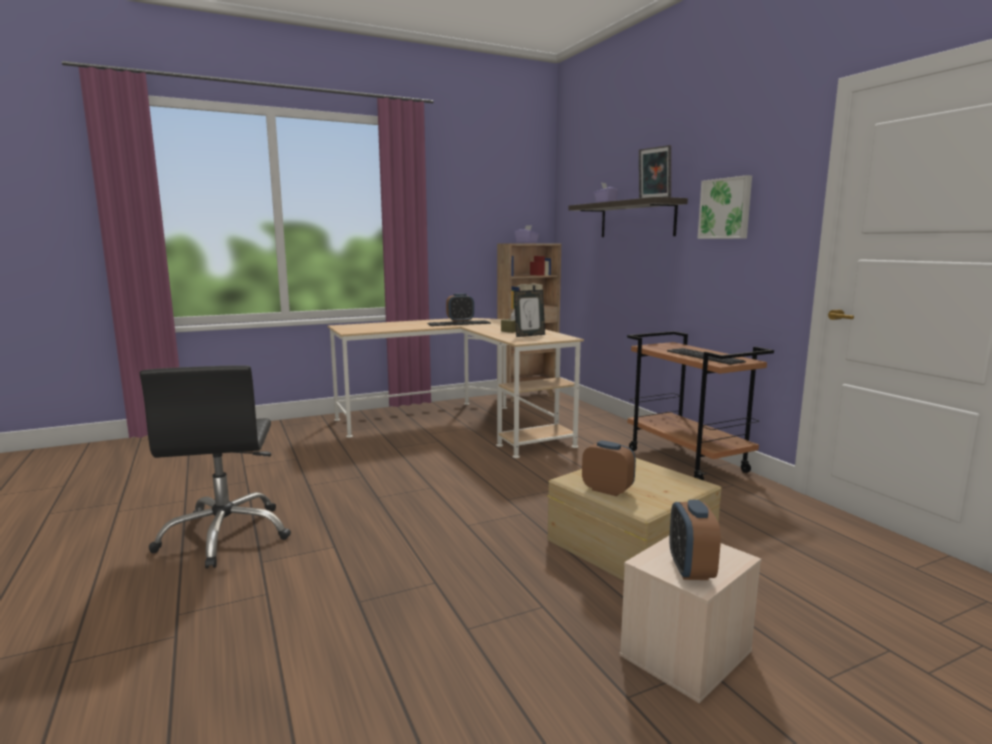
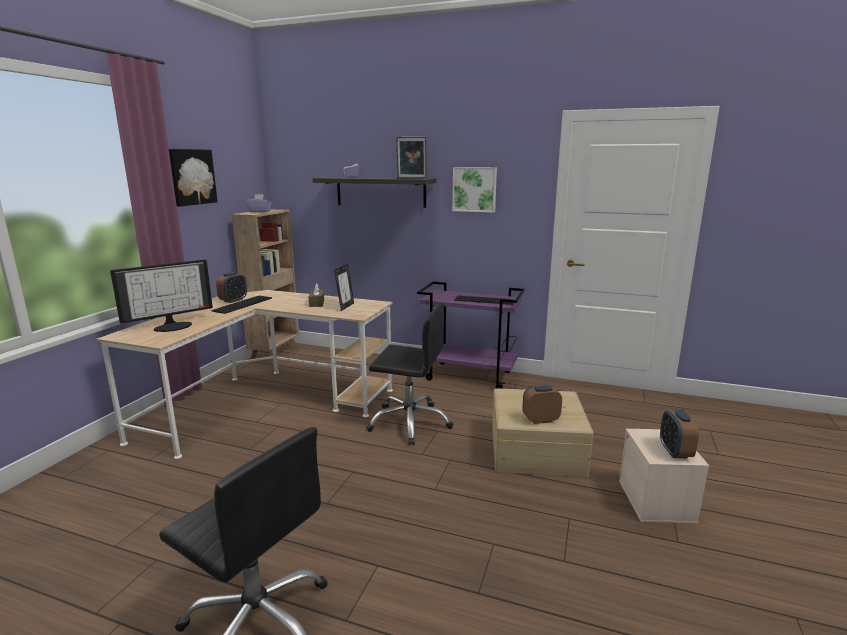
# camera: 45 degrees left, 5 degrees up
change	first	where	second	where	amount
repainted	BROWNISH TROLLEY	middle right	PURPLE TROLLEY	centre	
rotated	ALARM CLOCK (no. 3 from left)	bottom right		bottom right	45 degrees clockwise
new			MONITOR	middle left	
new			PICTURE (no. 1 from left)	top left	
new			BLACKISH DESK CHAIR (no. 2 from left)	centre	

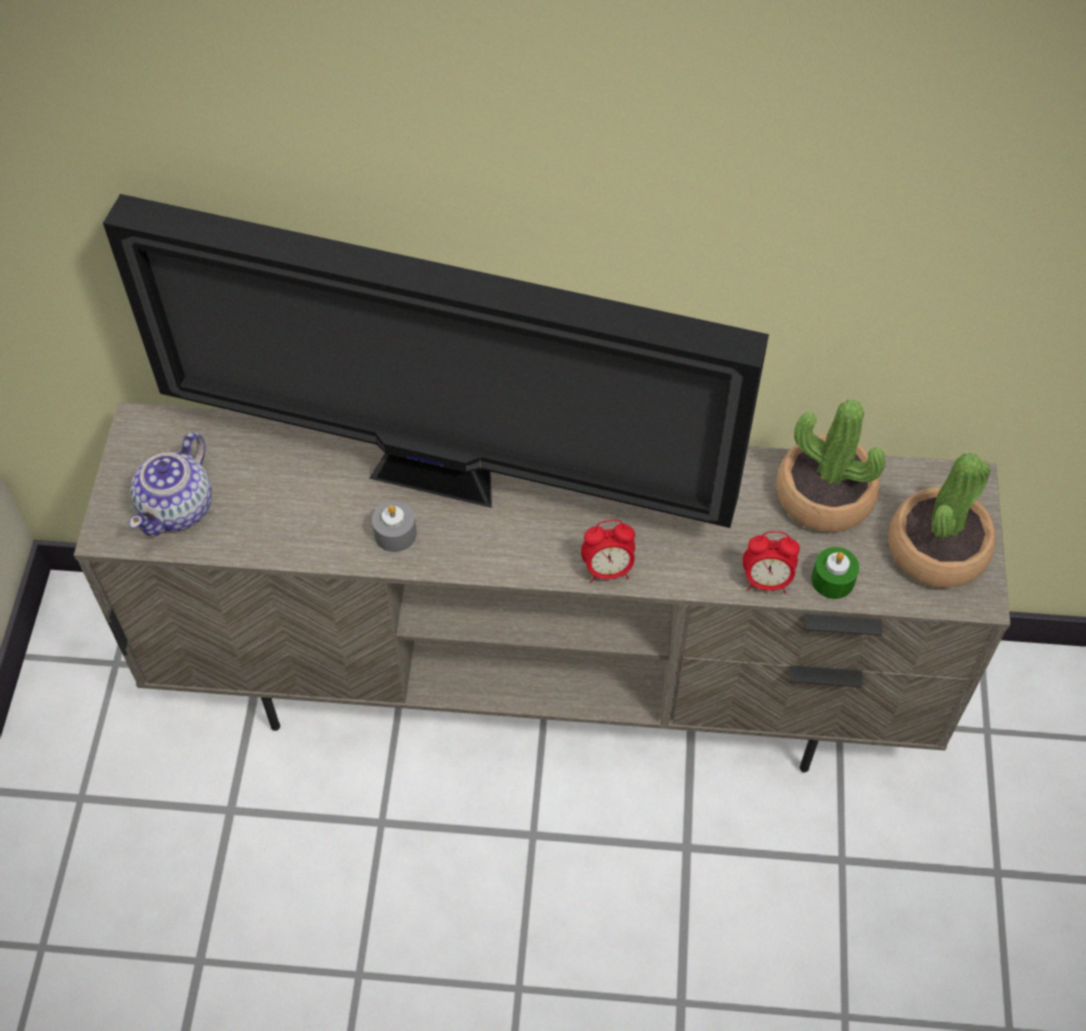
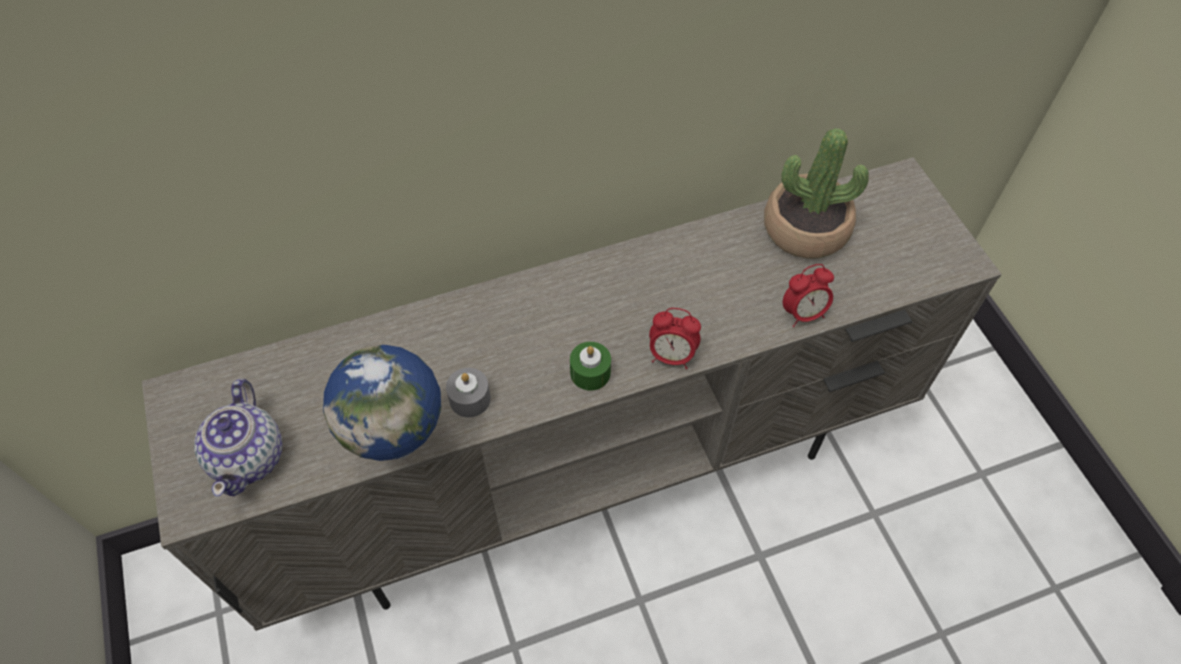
# camera: 25 degrees left, 0 degrees up
change	first	where	second	where	amount
gone	TV SET	centre			
rotated	ALARM CLOCK (no. 1 from left)	centre		centre	45 degrees clockwise
shifted	GREEN-COLOURED WAX CANDLE	middle right		centre	
gone	HOUSEPLANT (no. 2 from left)	middle right			
new			GLOBE	middle left	

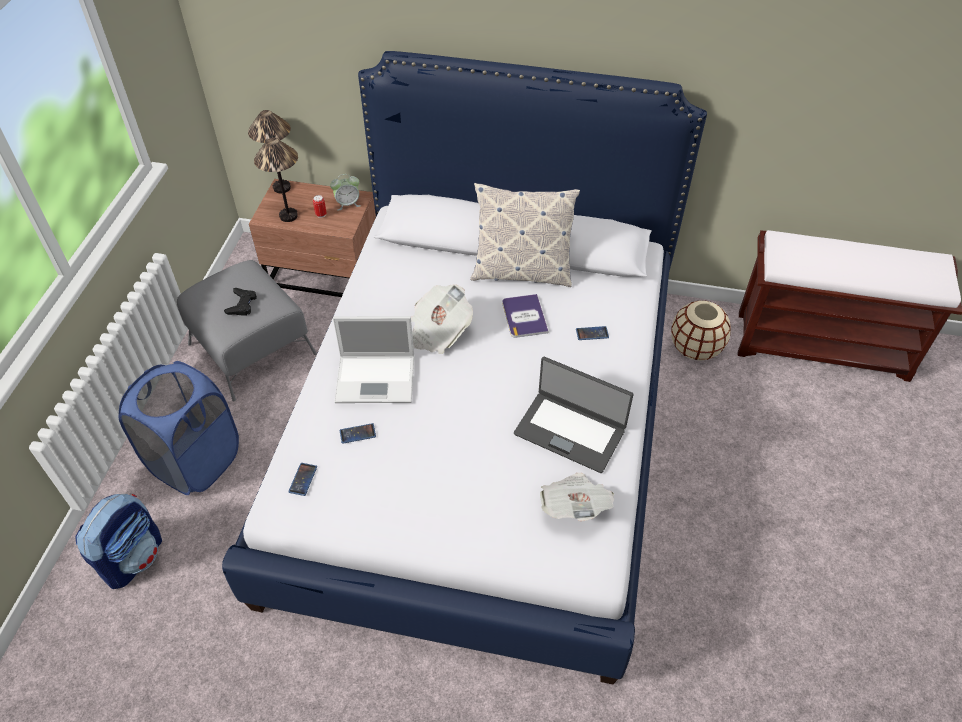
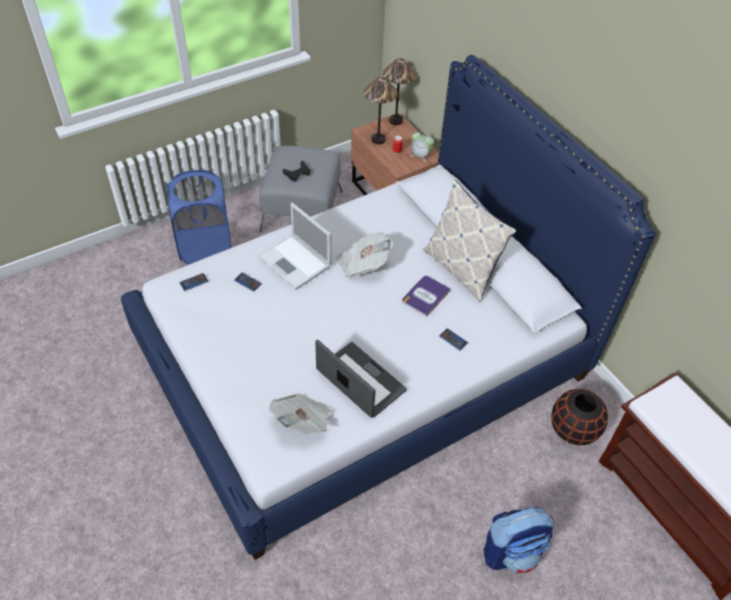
# camera: 45 degrees right, 0 degrees up
change	first	where	second	where	amount
shifted	BACKPACK	bottom left		bottom right	
rotated	NOTEBOOK COMPUTER (no. 2 from left)	centre		centre	150 degrees clockwise
repainted	SAND-COLOURED FLOWER VASE	middle right	BLACKISH FLOWER VASE	bottom right	

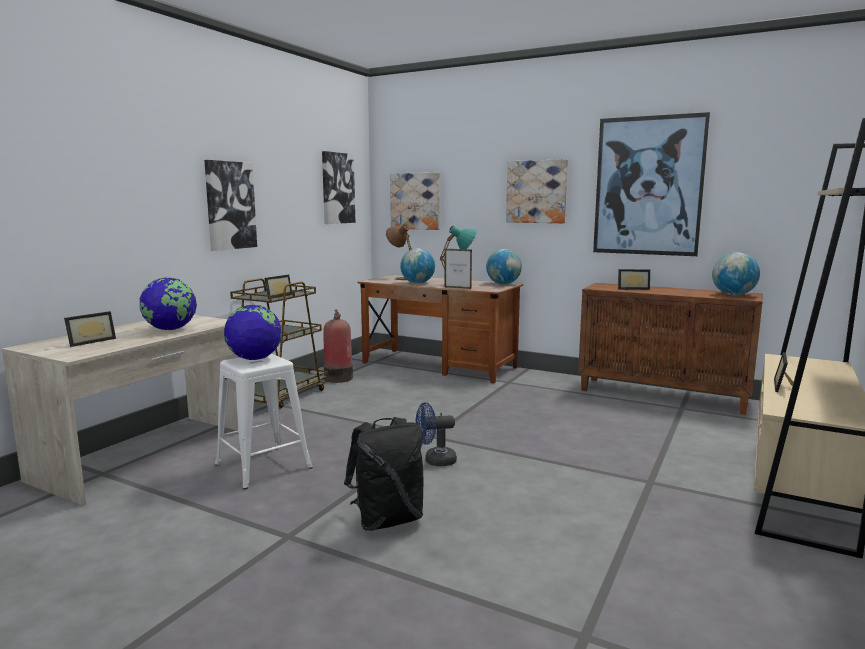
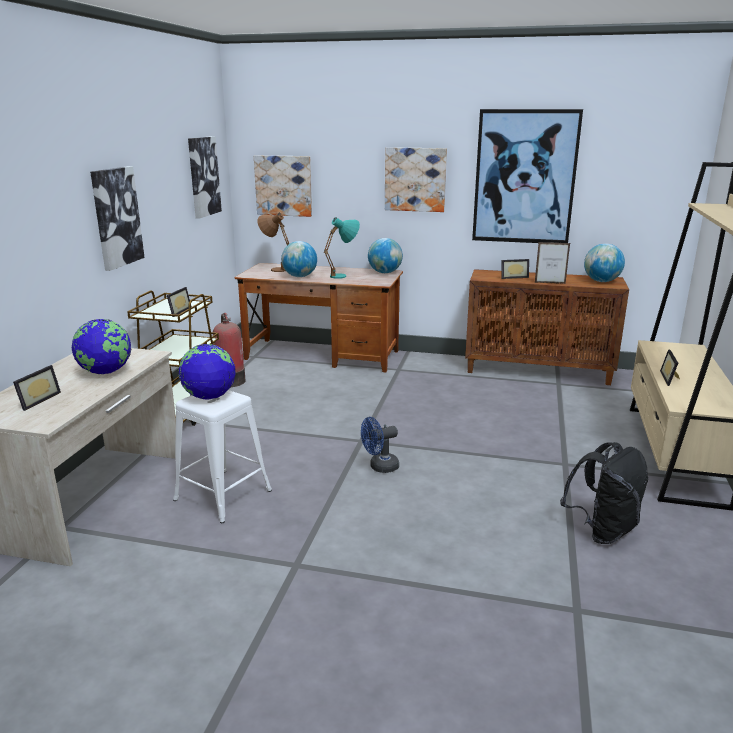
# camera: 15 degrees left, 10 degrees up
change	first	where	second	where	amount
shifted	BLACKISH BACKPACK	bottom centre		bottom right	
shifted	PICTURE FRAME (no. 3 from left in the first image)	centre	PICTURE FRAME (no. 4 from left)	middle right	

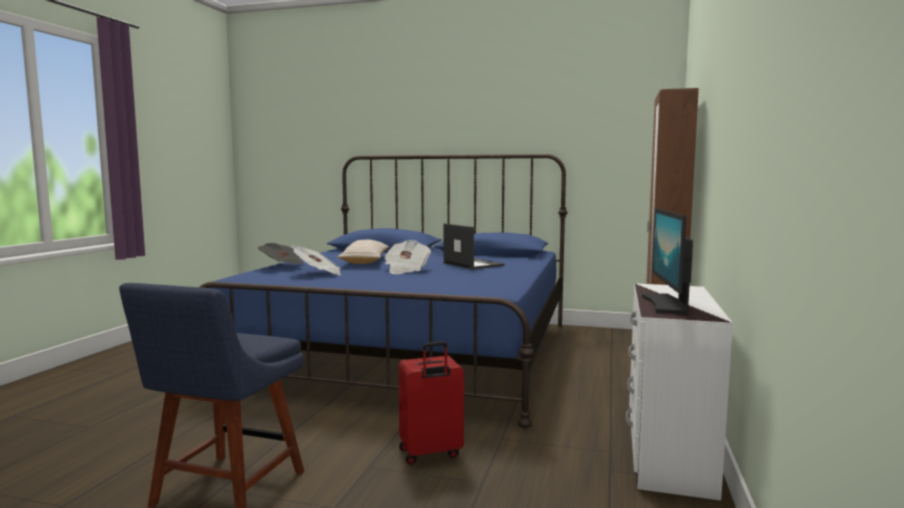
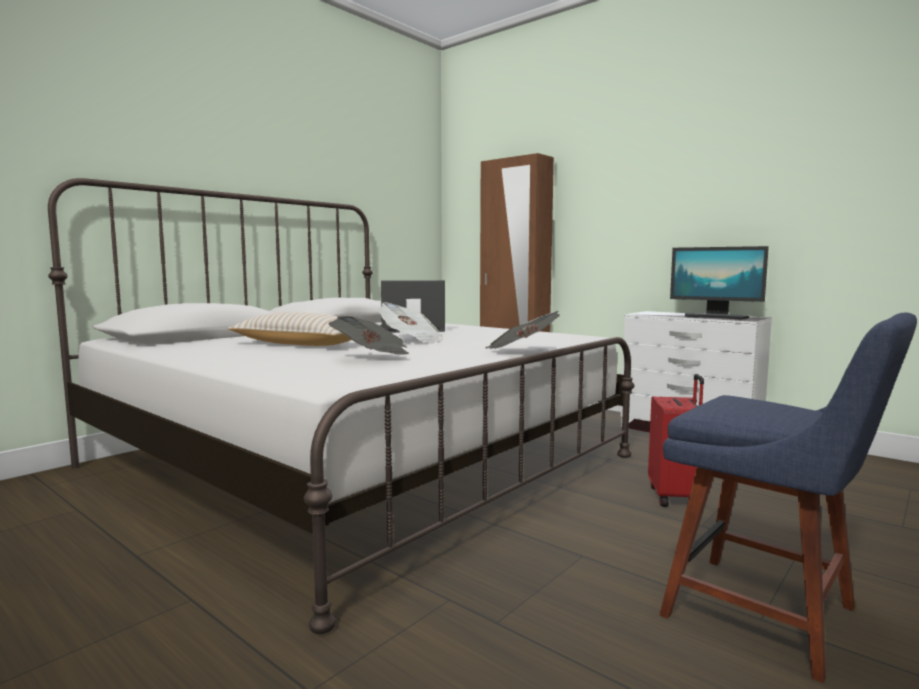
# camera: 65 degrees left, 0 degrees up
change	first	where	second	where	amount
repainted	BLUISH BEDROOM BED	centre	WHITE BEDROOM BED	centre	
shifted	NEWSPAPER (no. 1 from left in the first image)	middle left	NEWSPAPER (no. 3 from left)	centre	

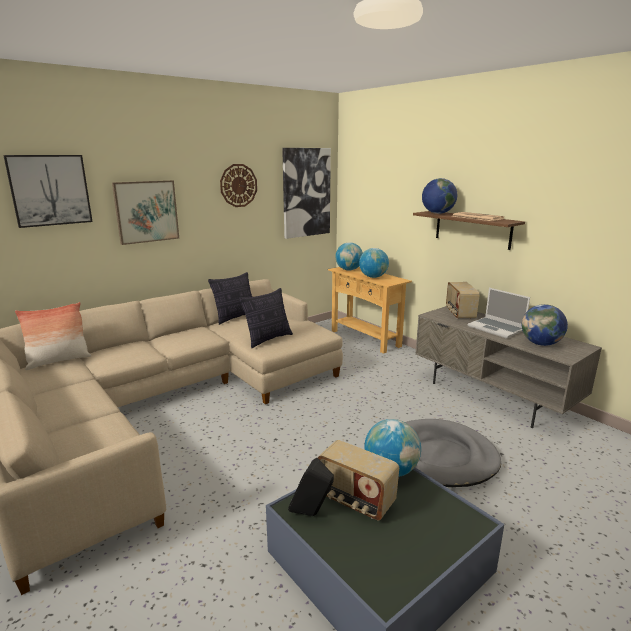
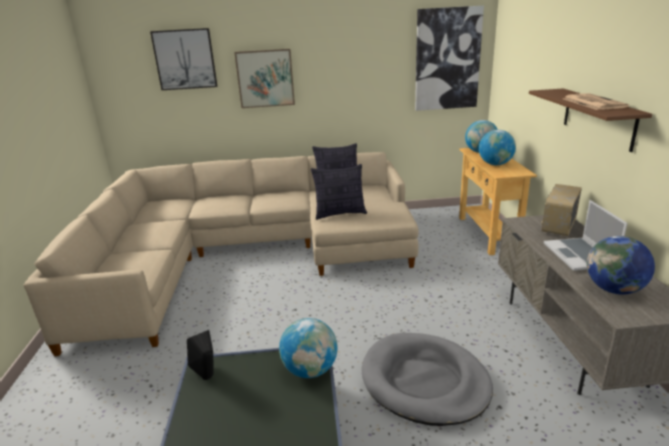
# camera: 35 degrees right, 5 degrees up
change	first	where	second	where	amount
gone	THROW PILLOW (no. 1 from left)	middle left			
gone	HANGING CLOCK	top centre			
gone	RADIO SET (no. 1 from left)	bottom centre			
gone	GLOBE (no. 4 from left)	top right			

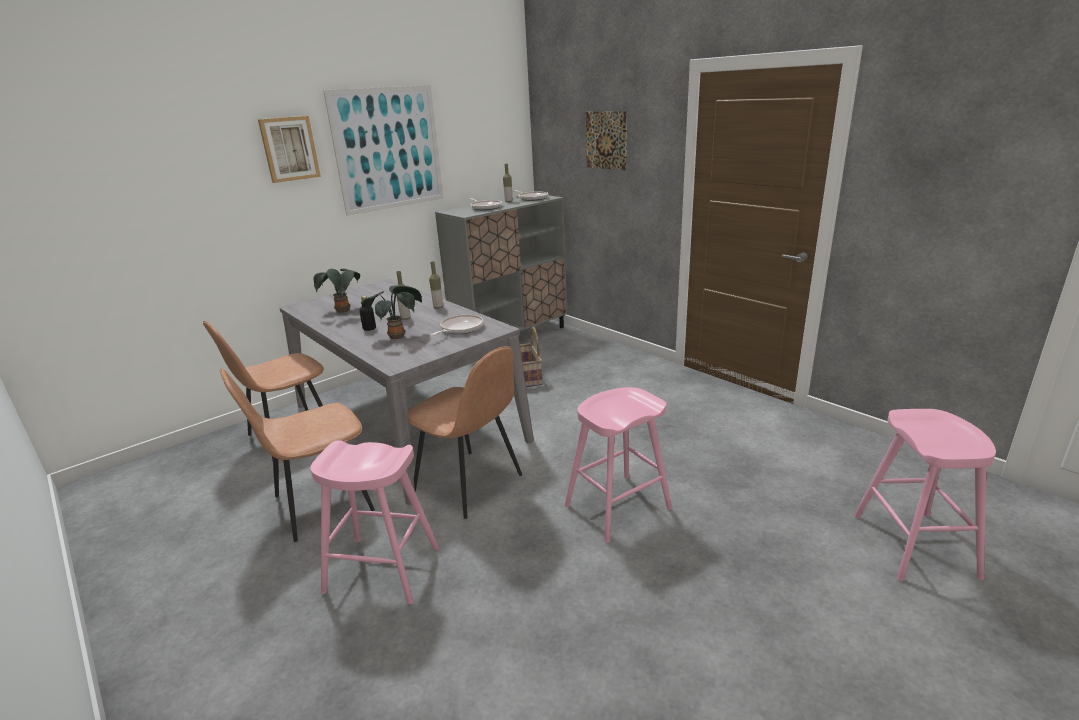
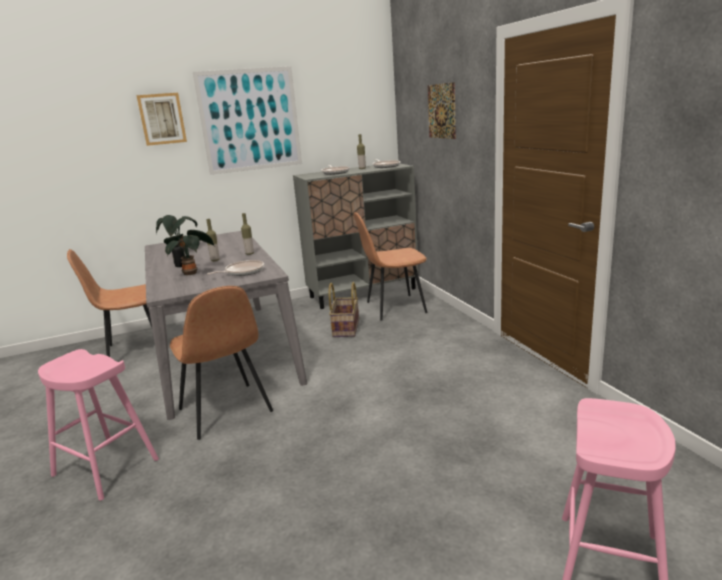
# camera: 20 degrees right, 5 degrees down
change	first	where	second	where	amount
shifted	BROWNISH UPRIGHT CHAIR (no. 2 from left in the first image)	middle left	BROWNISH UPRIGHT CHAIR (no. 3 from left)	centre	
gone	PINKISH SITTING STOOL (no. 2 from left)	centre			

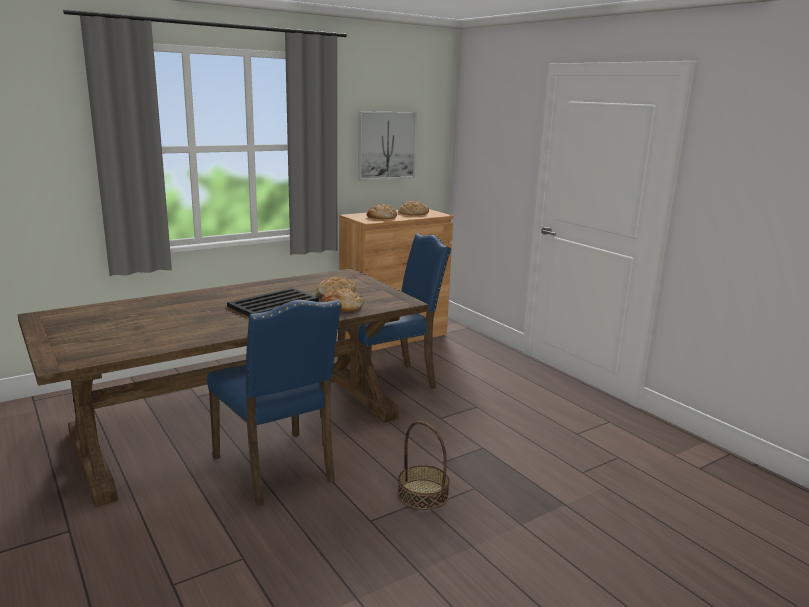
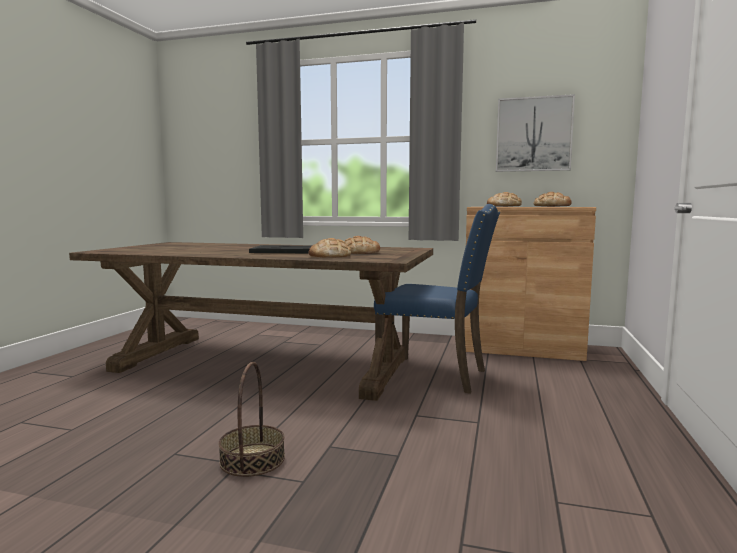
# camera: 50 degrees right, 10 degrees down
change	first	where	second	where	amount
gone	BLUISH UPRIGHT CHAIR (no. 1 from left)	centre			

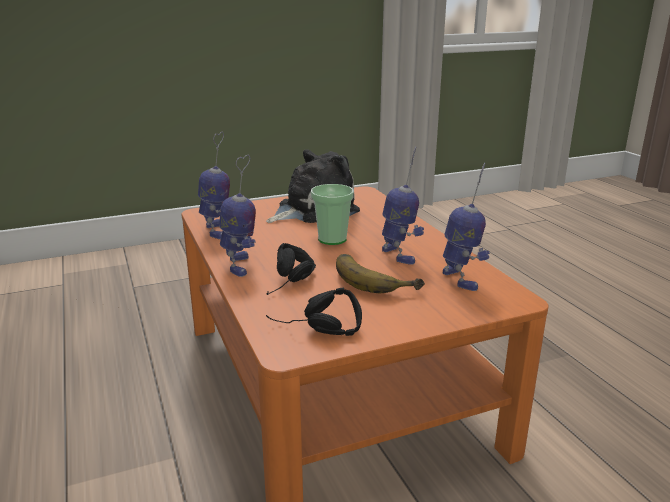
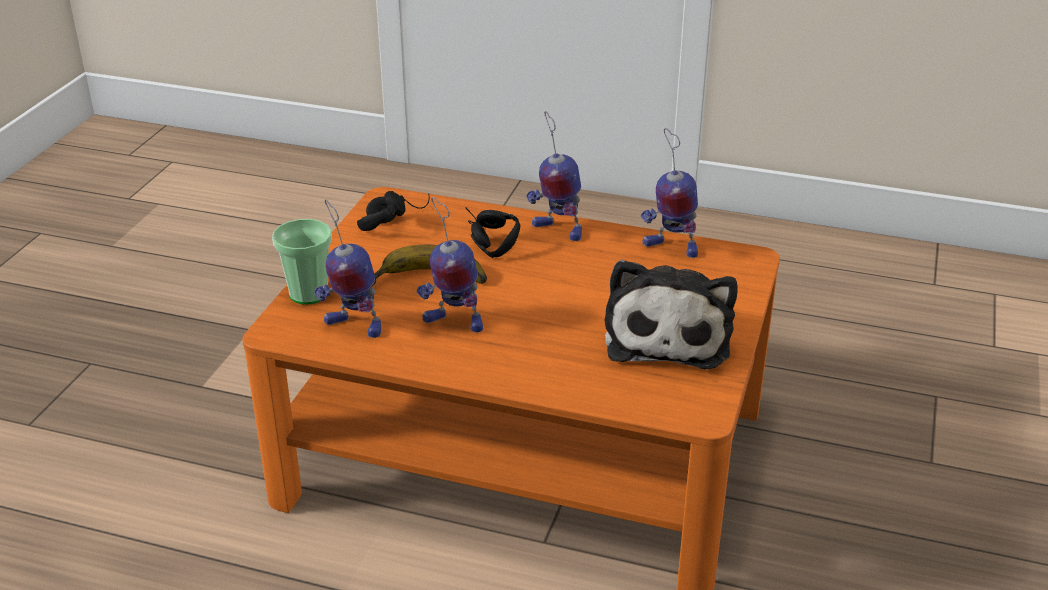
# camera: 130 degrees right, 10 degrees up
change	first	where	second	where	amount
shifted	DRINKING CUP	centre		middle left	

